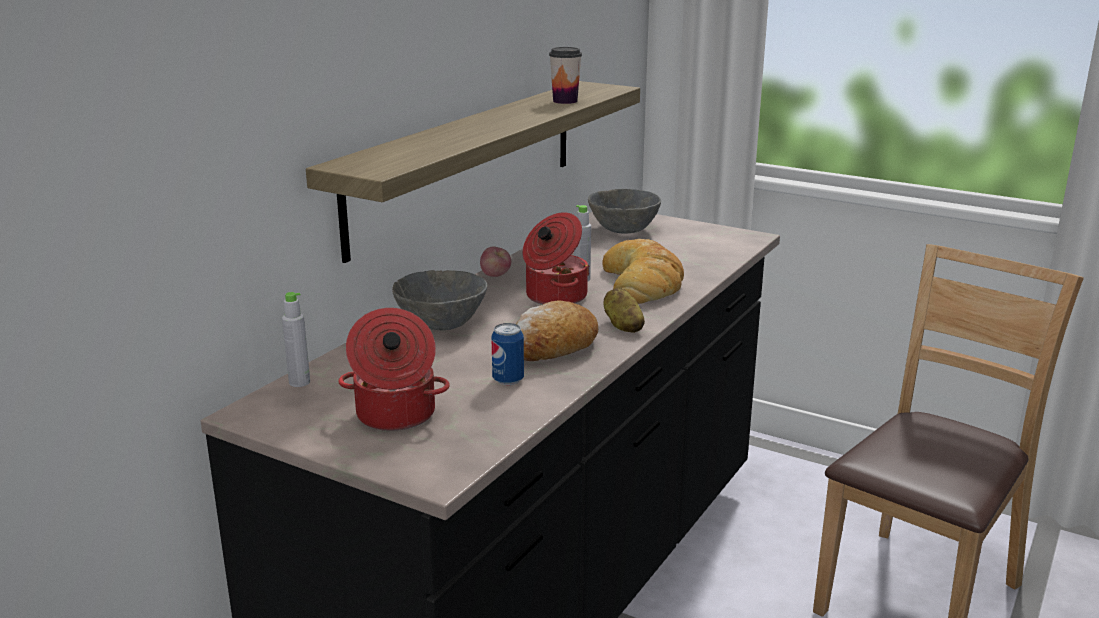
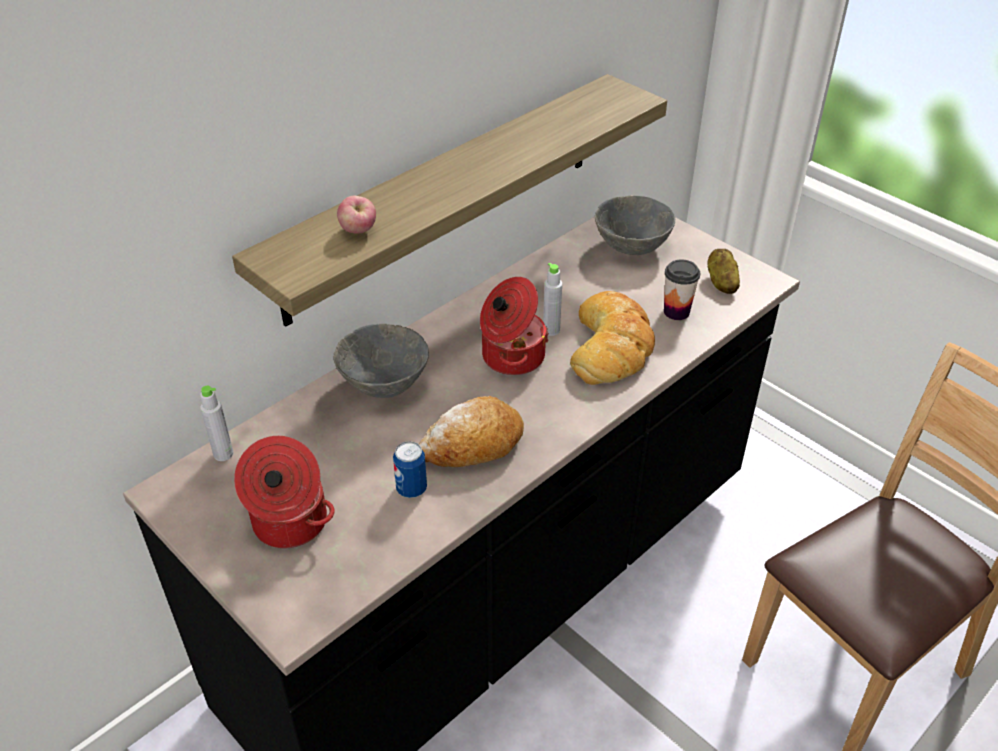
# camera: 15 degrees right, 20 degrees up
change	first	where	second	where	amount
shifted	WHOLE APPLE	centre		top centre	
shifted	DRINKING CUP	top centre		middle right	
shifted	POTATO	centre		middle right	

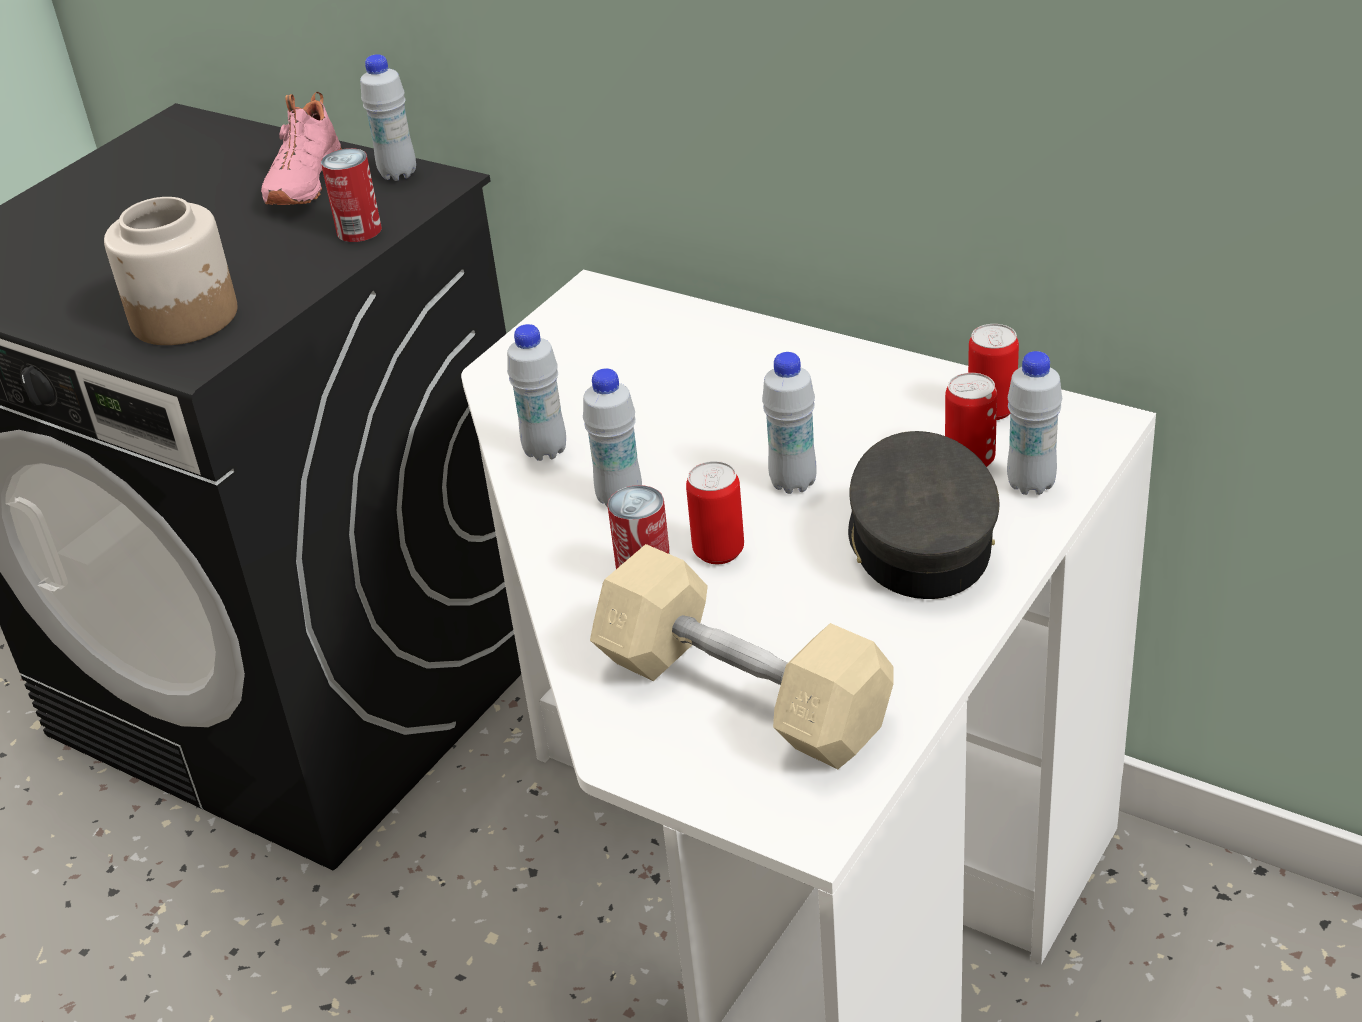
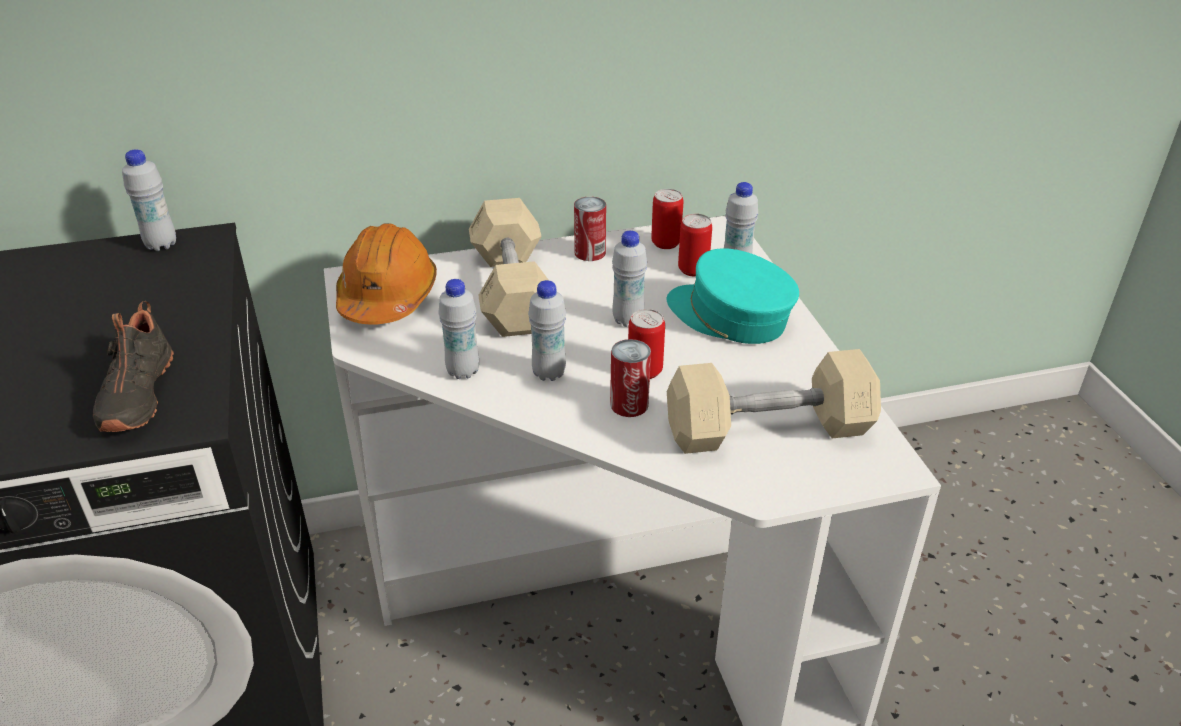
# camera: 50 degrees left, 0 degrees up
change	first	where	second	where	amount
swapped	STORAGE JAR	top left	BLACKISH LOW SHOE	middle left	
gone	PINKISH LOW SHOE	top left			
shifted	CAN (no. 1 from left)	top left		top centre	
repainted	GRAY BASEBALL CAP	middle right	BLUE-GREEN BASEBALL CAP	centre	
new			ORANGE-COLOURED HARD HAT	middle left	
new			SAND-COLOURED FREE WEIGHT (no. 1 from left)	centre	

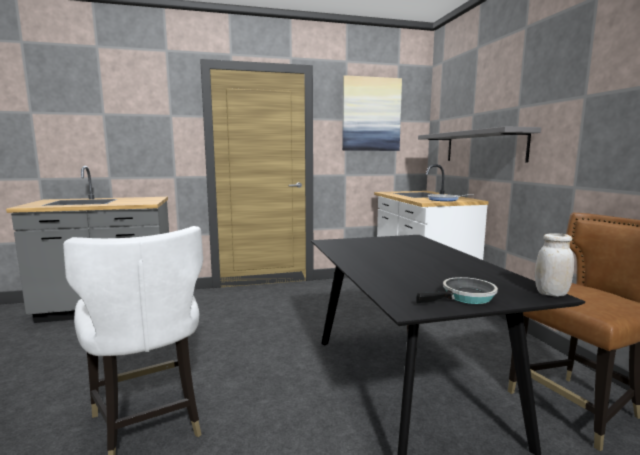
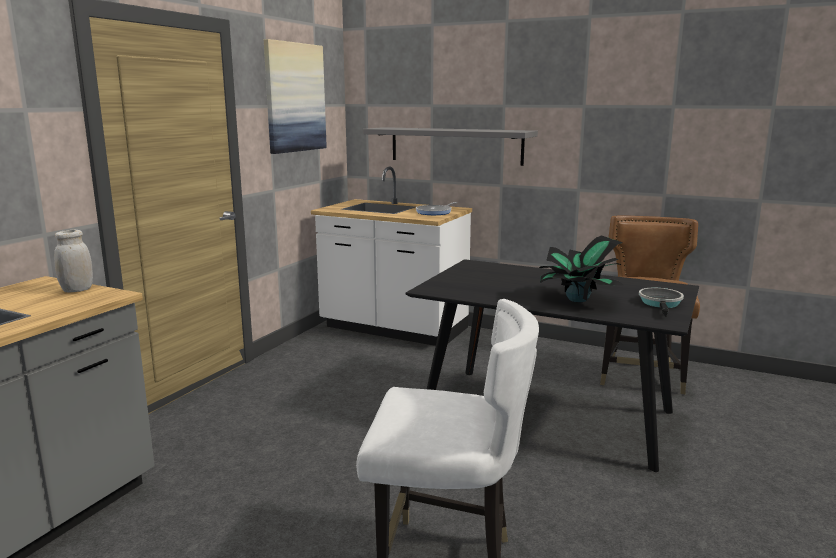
# camera: 50 degrees left, 5 degrees up
change	first	where	second	where	amount
shifted	WHITE STORAGE JAR	middle right		middle left	
new			HOUSEPLANT	middle right	

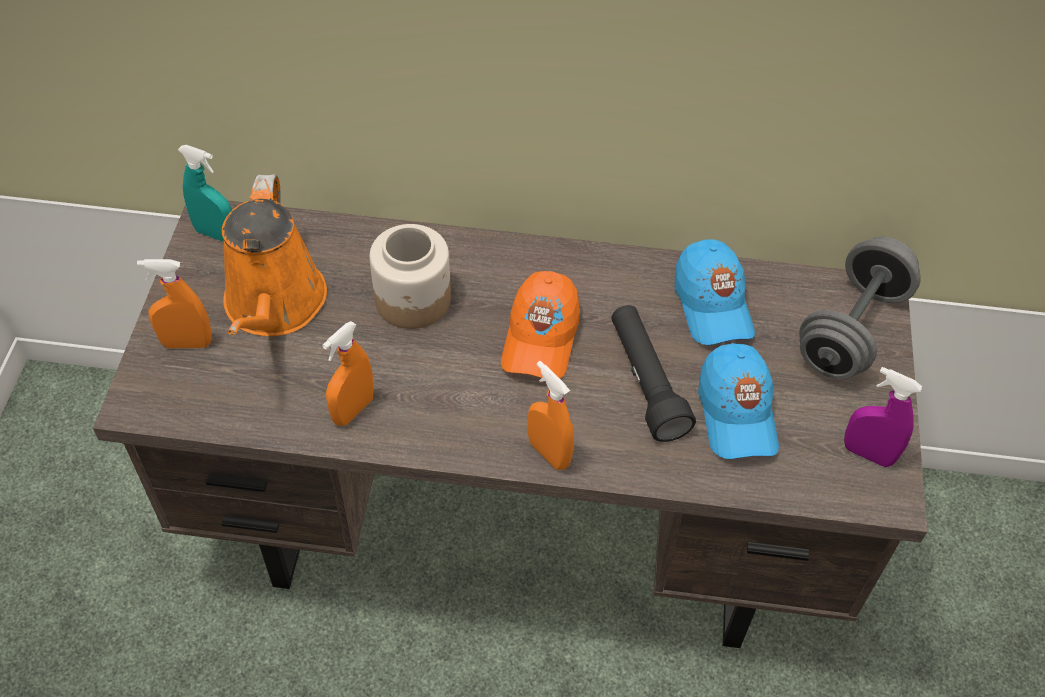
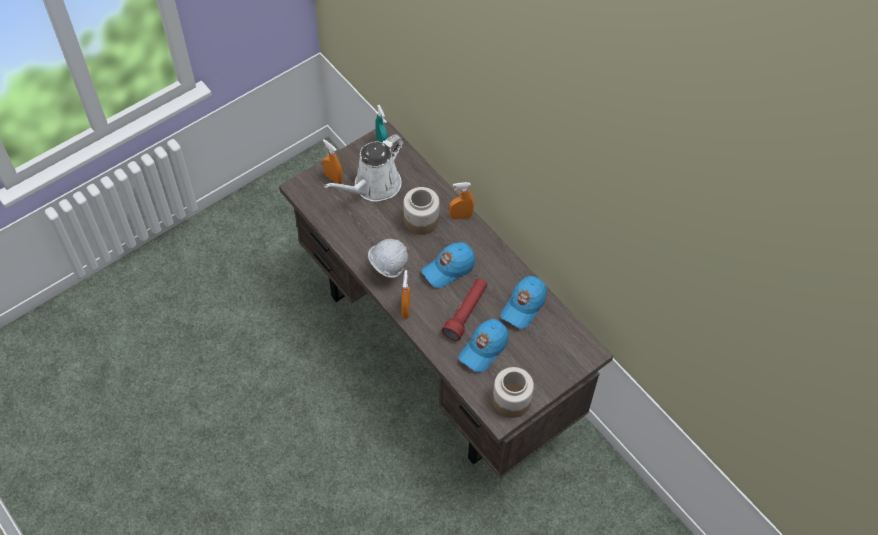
# camera: 45 degrees right, 5 degrees up
change	first	where	second	where	amount
repainted	ORANGE-COLOURED WATERING CAN	middle left	WHITE WATERING CAN	top centre	
shifted	ORANGE-COLOURED SPRAYER (no. 2 from left in the first image)	middle left	ORANGE-COLOURED SPRAYER (no. 3 from left)	centre	
repainted	ORANGE-COLOURED BASEBALL CAP	centre	BLUISH BASEBALL CAP (no. 1 from left)	centre	
repainted	BLACKISH HAND TORCH	centre	REDDISH HAND TORCH	centre	
gone	GRAY FREE WEIGHT	middle right			
swapped	PURPLE SPRAYER	middle right	STORAGE JAR (no. 2 from left)	bottom centre	
new			WHITE HARD HAT	centre	

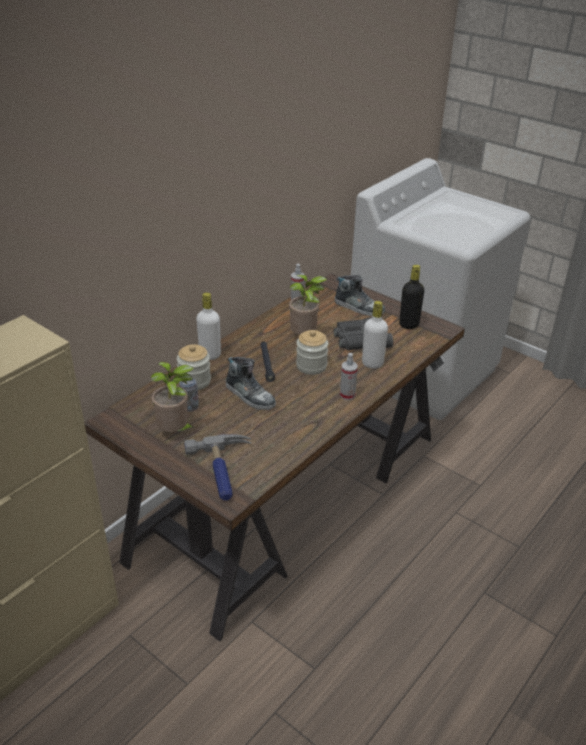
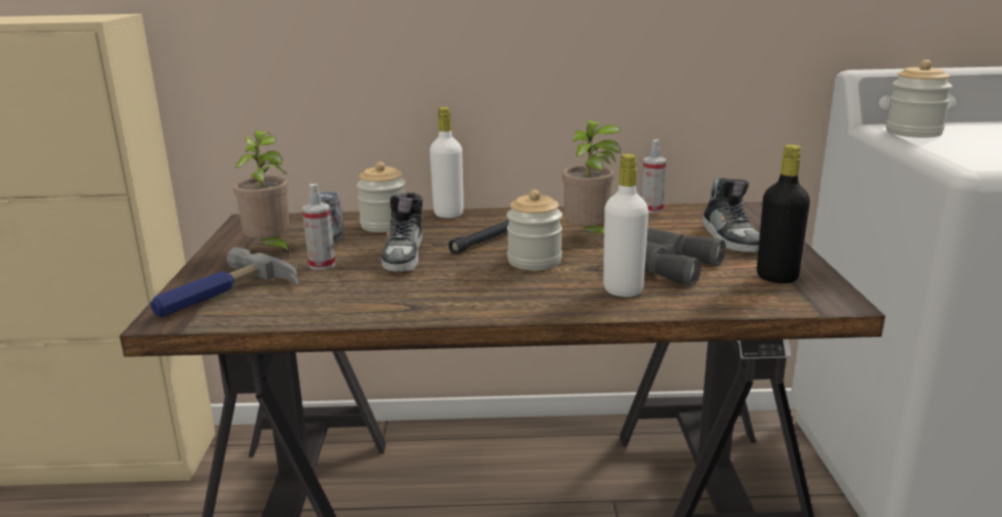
# camera: 50 degrees right, 15 degrees down
change	first	where	second	where	amount
shifted	SPRAYER (no. 2 from left in the first image)	centre	SPRAYER (no. 1 from left)	middle left	
new			STORAGE JAR (no. 3 from left)	top right	

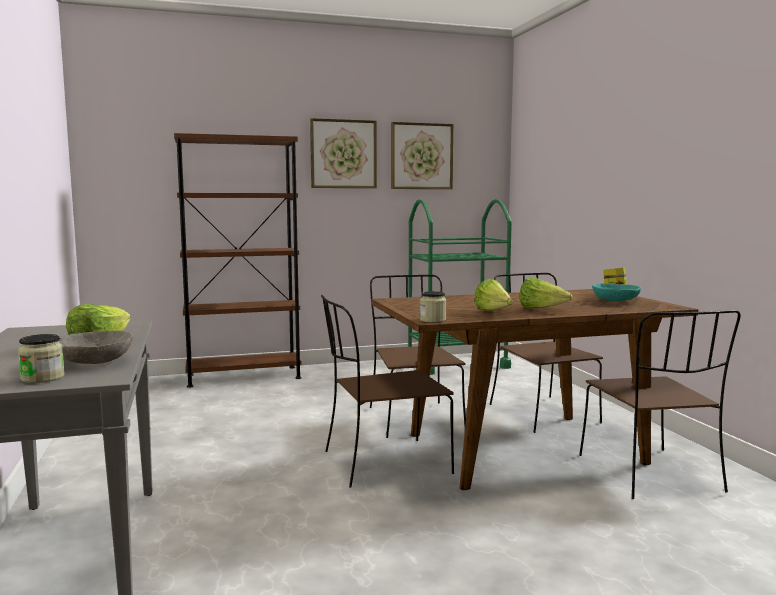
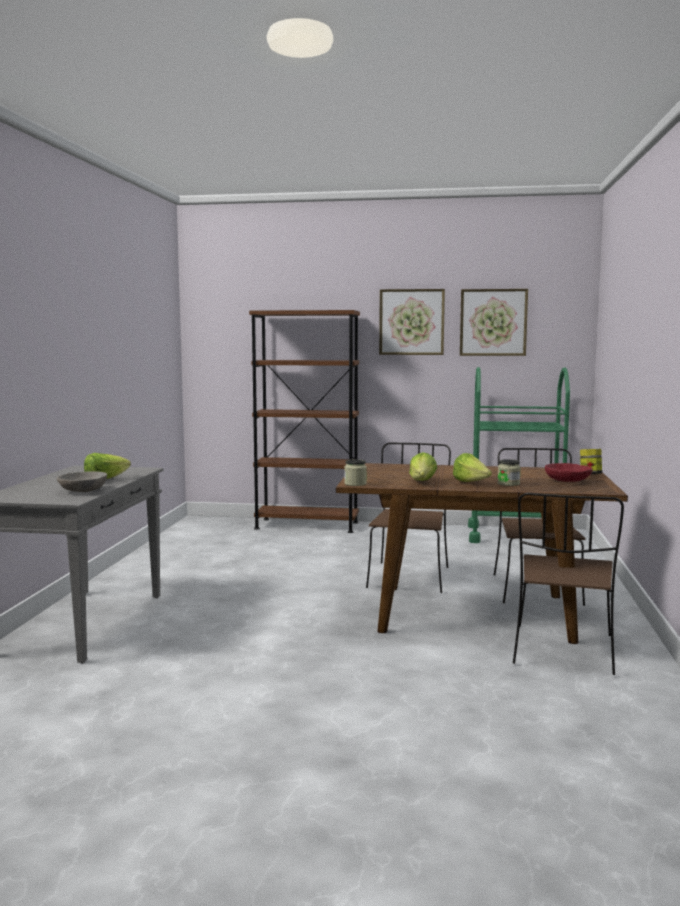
# camera: 25 degrees right, 0 degrees up
change	first	where	second	where	amount
shifted	STORAGE JAR (no. 1 from left in the first image)	middle left	STORAGE JAR (no. 2 from left)	middle right	
gone	BROWNISH UPRIGHT CHAIR (no. 1 from left)	centre			
repainted	BLUE-GREEN BOWL	middle right	REDDISH BOWL	middle right	

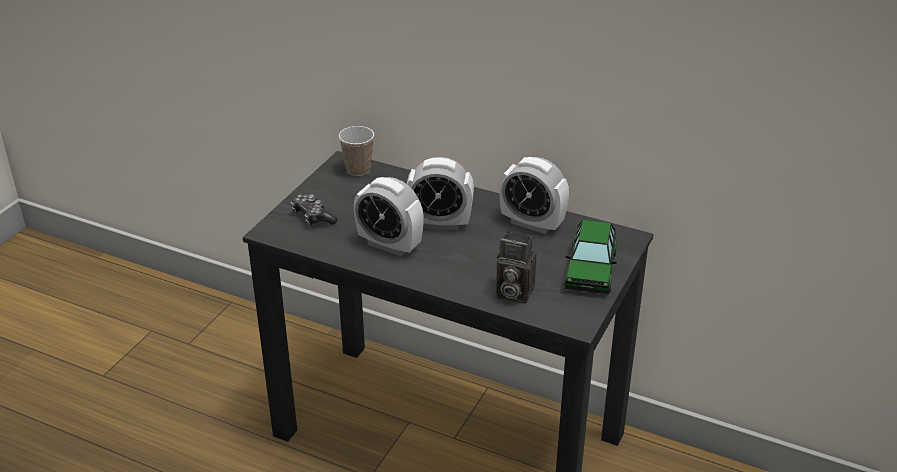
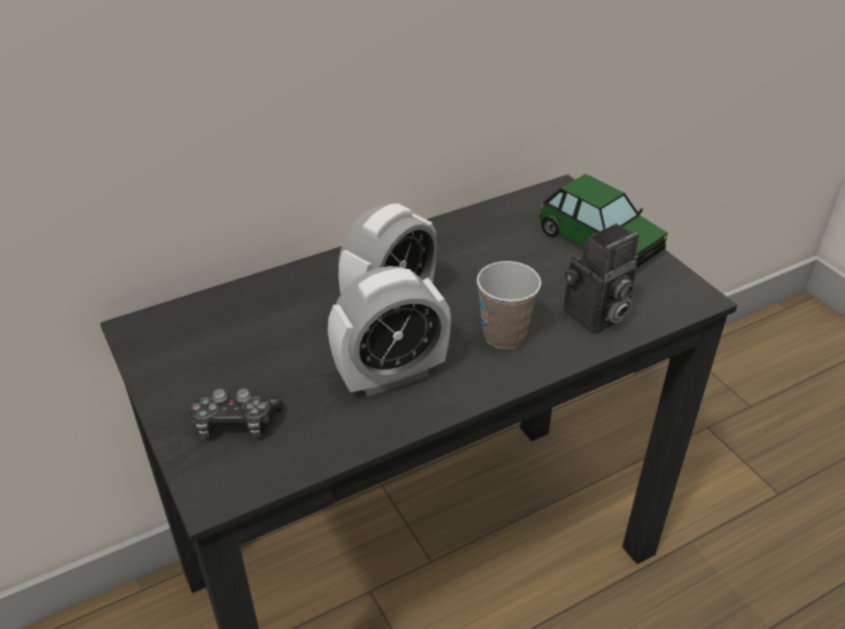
# camera: 55 degrees left, 5 degrees up
change	first	where	second	where	amount
shifted	DRINKING CUP	top centre		centre	
gone	ALARM CLOCK (no. 3 from left)	centre			

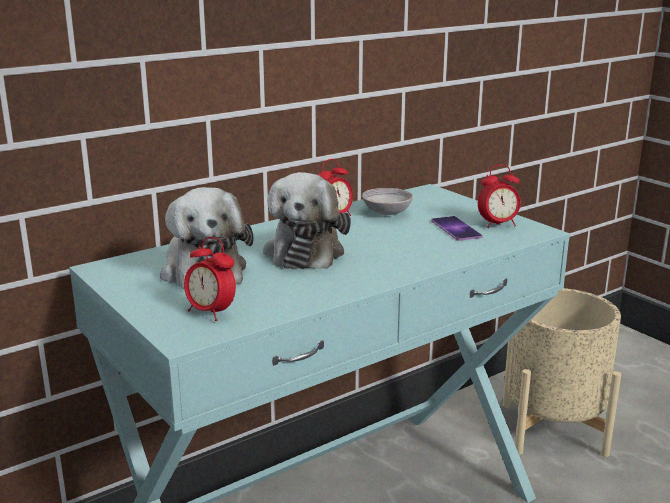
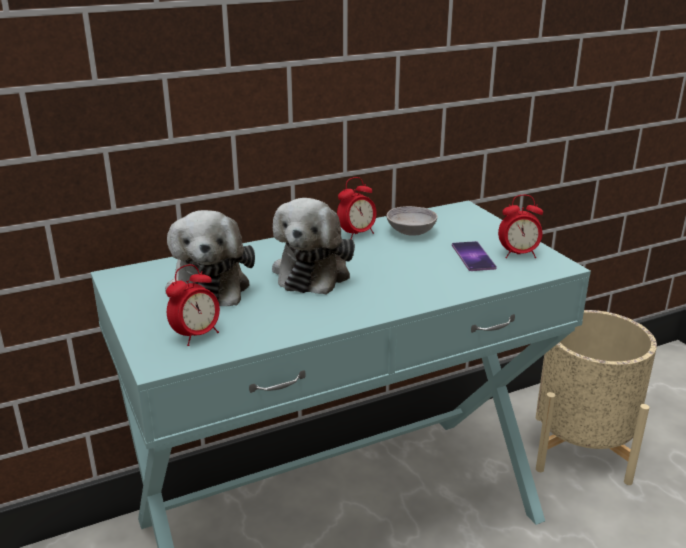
# camera: 10 degrees right, 5 degrees up
change	first	where	second	where	amount
rotated	ALARM CLOCK (no. 1 from left)	middle left		middle left	90 degrees counterclockwise

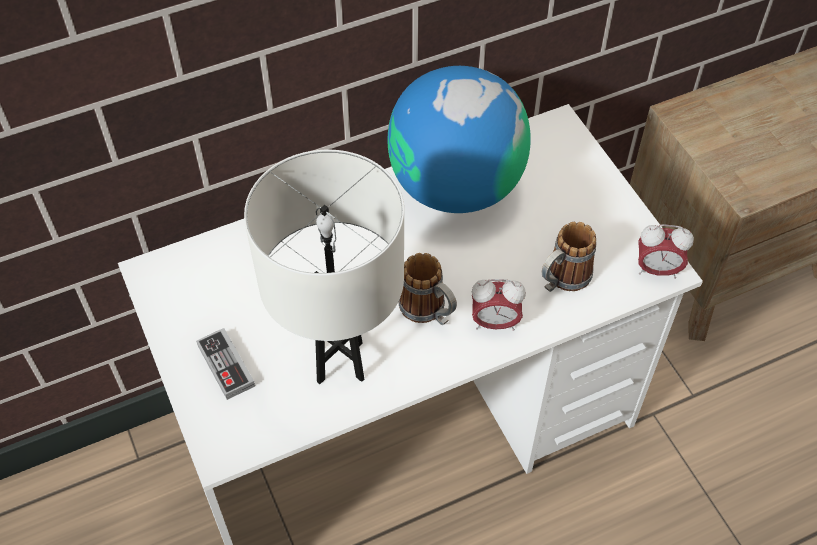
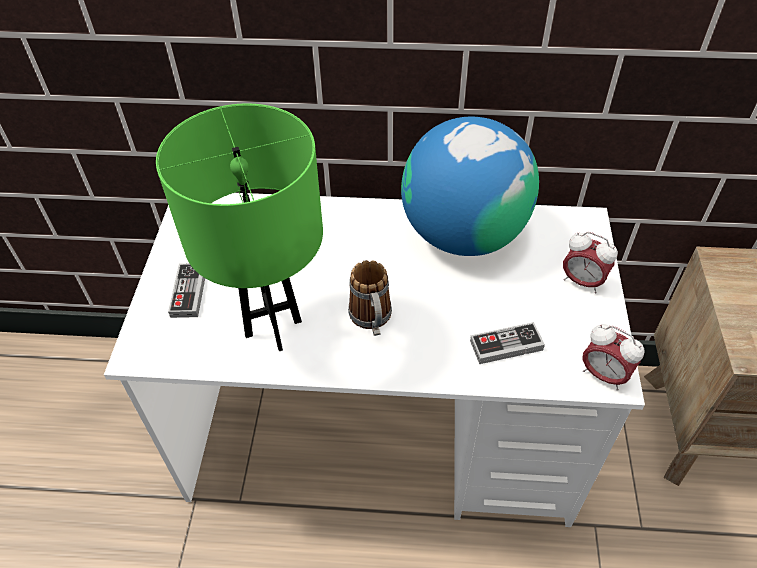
# camera: 30 degrees right, 5 degrees down
change	first	where	second	where	amount
repainted	WHITE TABLETOP LAMP	centre	GREEN-COLOURED TABLETOP LAMP	middle left	
shifted	ALARM CLOCK (no. 1 from left)	centre		middle right	
swapped	MUG (no. 2 from left)	middle right	GAME CONTROLLER (no. 2 from left)	middle right	

